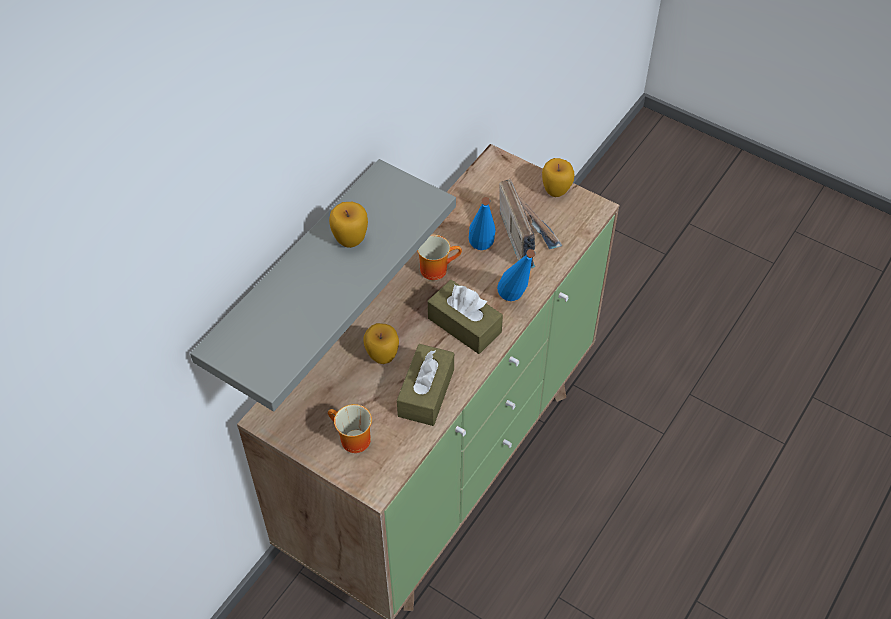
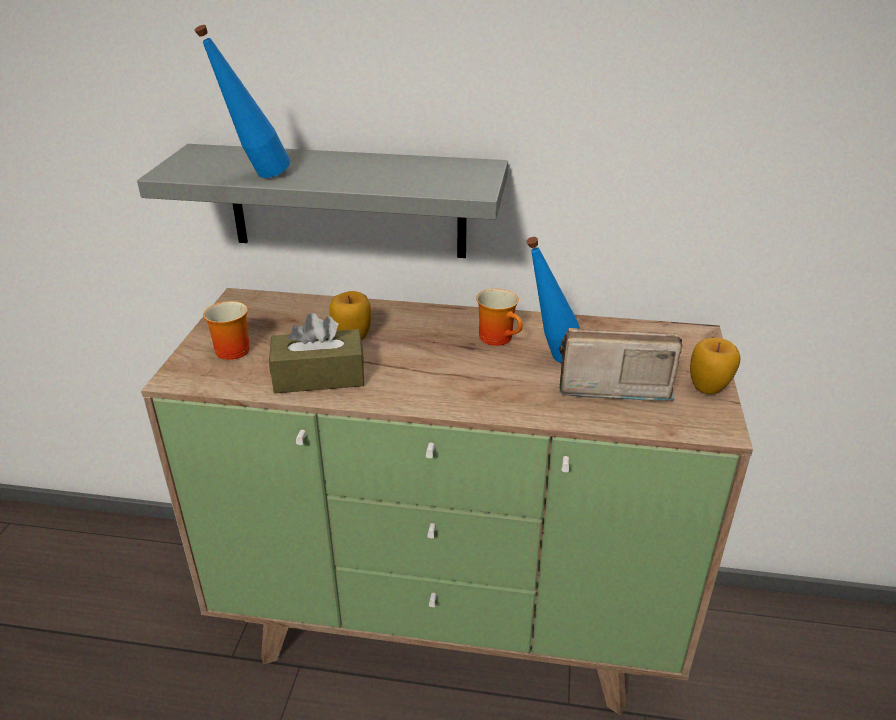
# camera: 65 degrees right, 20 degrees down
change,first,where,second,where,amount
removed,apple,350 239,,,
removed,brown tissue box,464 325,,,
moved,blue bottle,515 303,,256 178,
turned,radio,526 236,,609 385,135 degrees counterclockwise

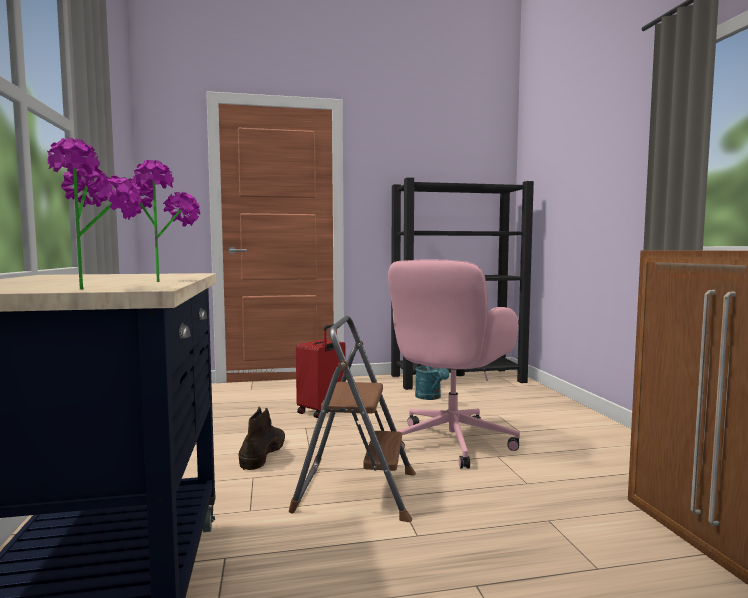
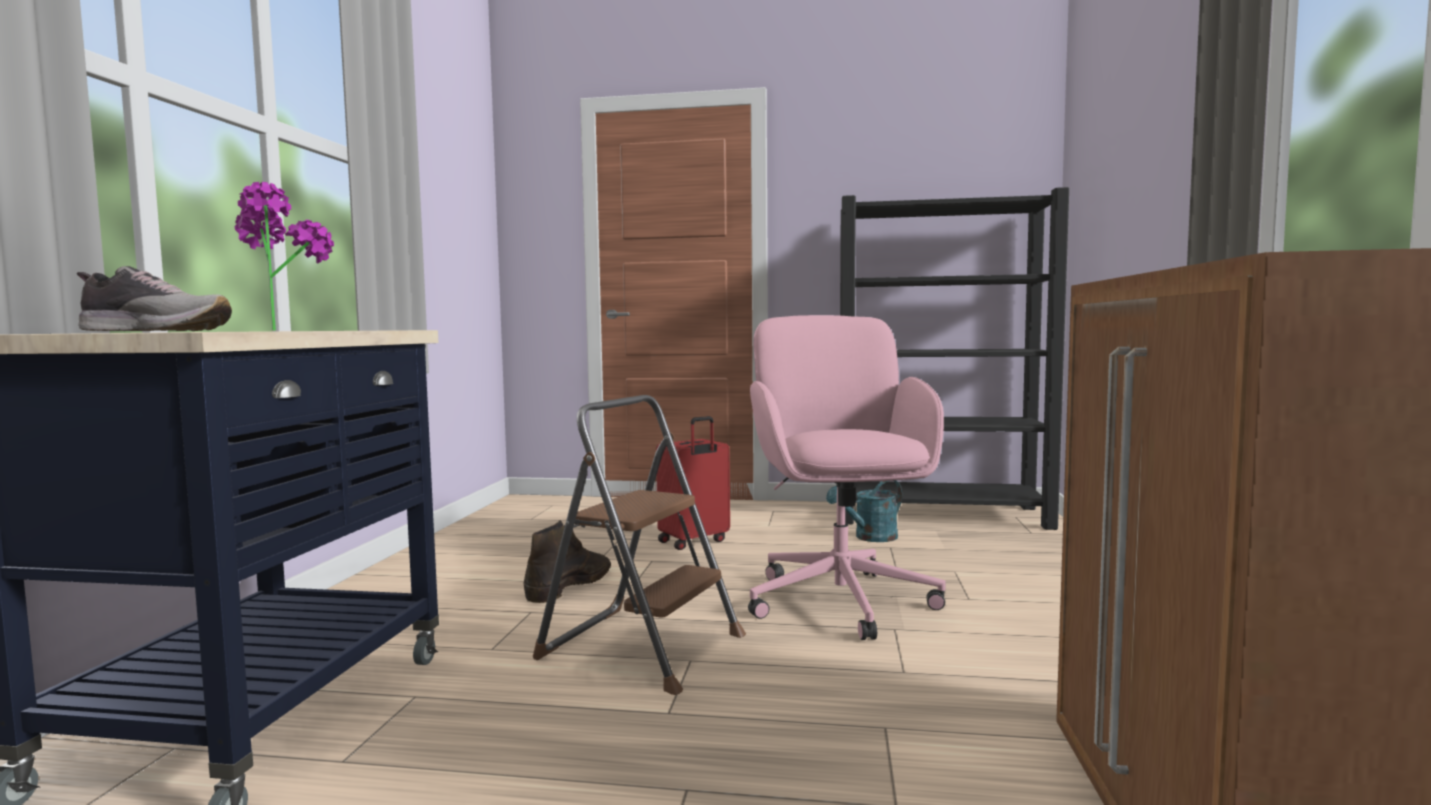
# camera: 20 degrees right, 0 degrees up
change,first,where,second,where,amount
replaced,potted plant,98 288,shoe,157 331,
turned,pink office chair,452 442,,841 601,120 degrees clockwise
turned,turquoise watering can,430 397,,870 538,60 degrees clockwise

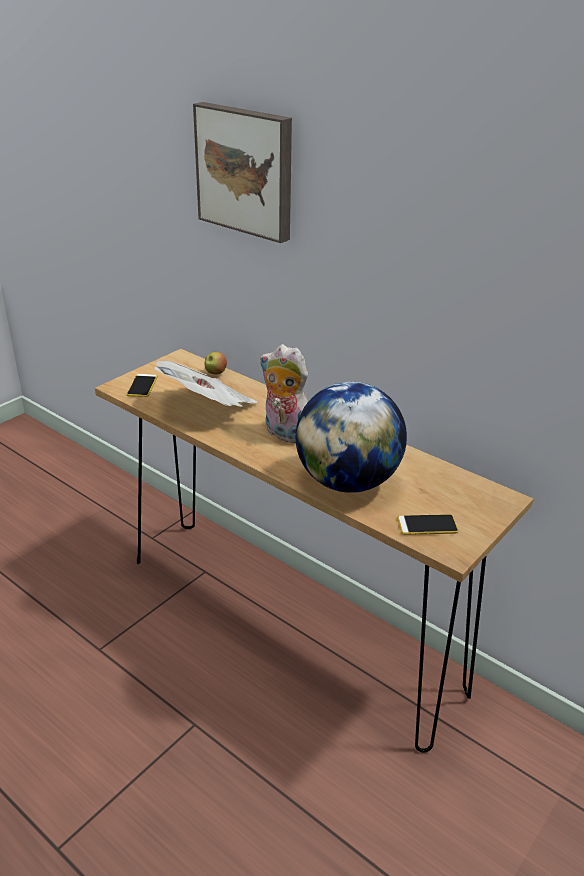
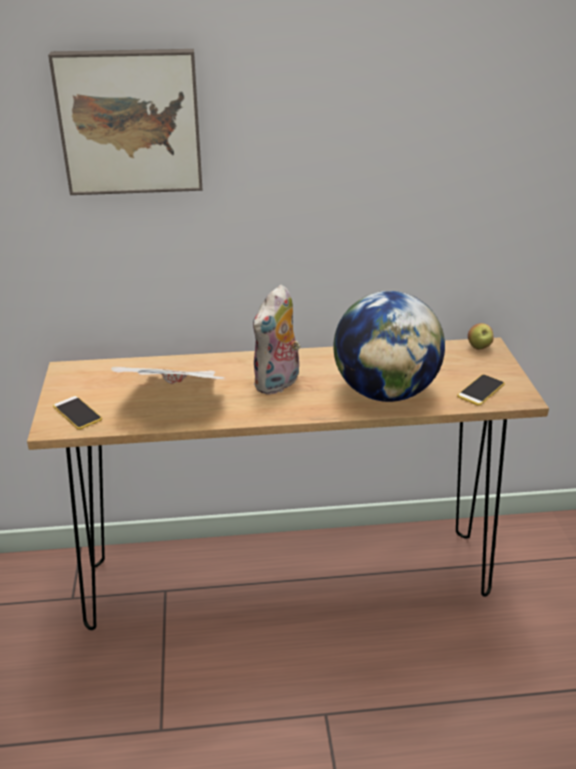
# camera: 45 degrees left, 0 degrees up
change,first,where,second,where,amount
moved,apple,215 373,,479 347,
turned,plush toy,284 433,,278 384,45 degrees counterclockwise

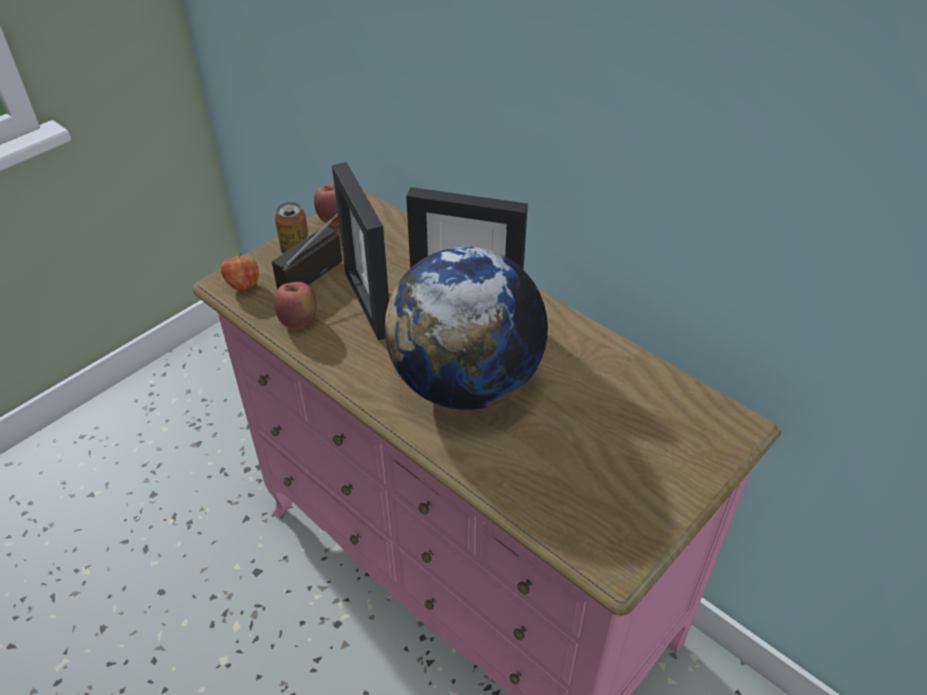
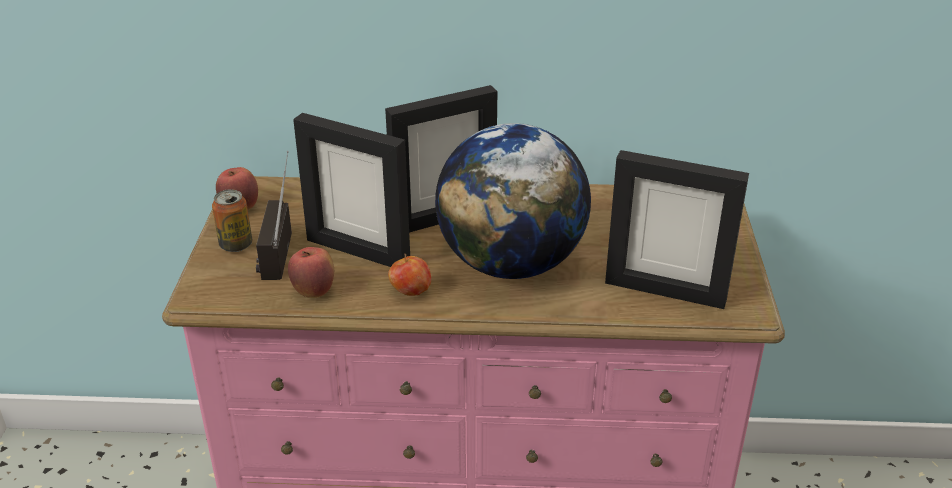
# camera: 40 degrees left, 10 degrees down
change,first,where,second,where,amount
moved,apple,243 286,,410 292,
added,,,picture frame,665 290,

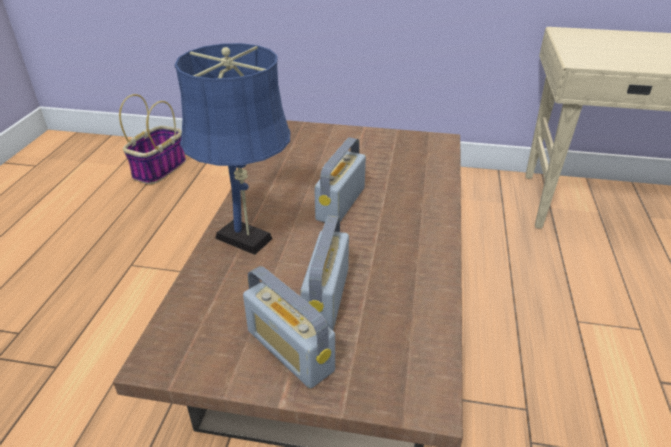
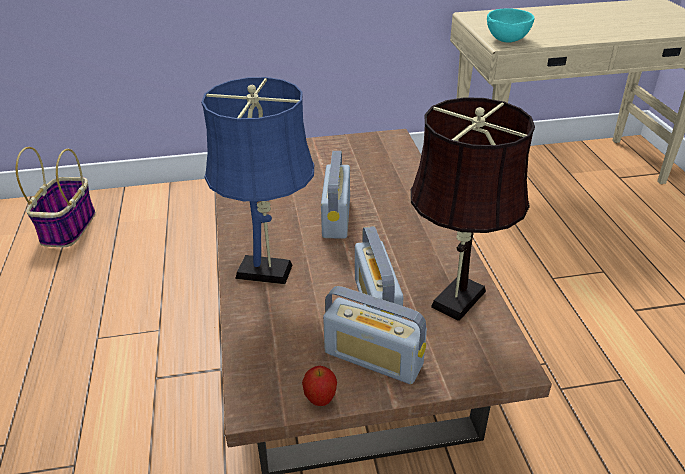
# camera: 20 degrees left, 0 degrees up
change,first,where,second,where,amount
added,,,apple,320 400,
added,,,brown table lamp,455 302,
added,,,turquoise bowl,506 40,

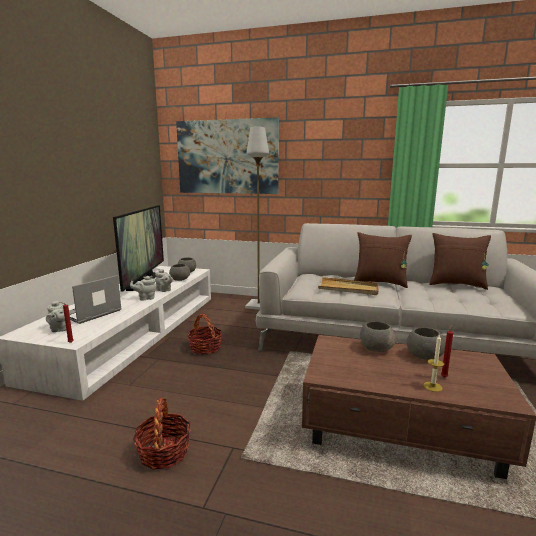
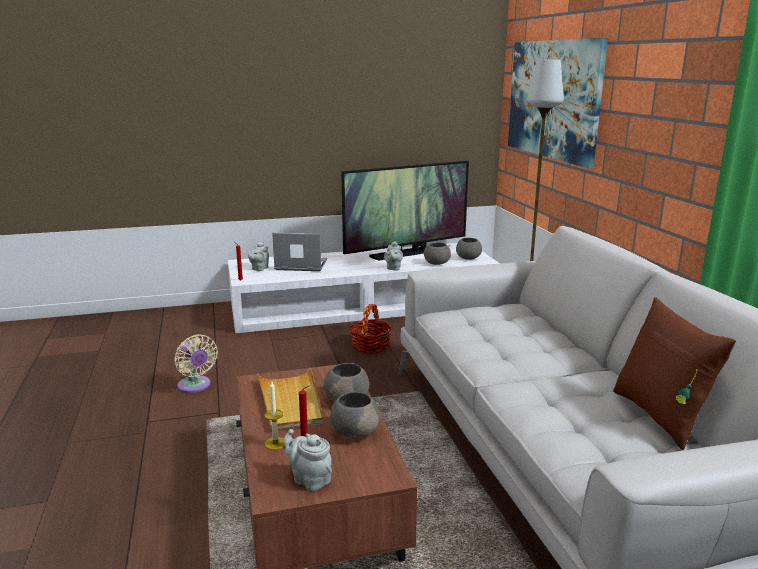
# camera: 60 degrees right, 5 degrees up
change,first,where,second,where,amount
moved,grey teapot,145 298,,309 479,
replaced,basket,164 452,beige fan,195 386,
moved,beige tray,348 288,,291 402,
removed,brown pillow,380 283,,,

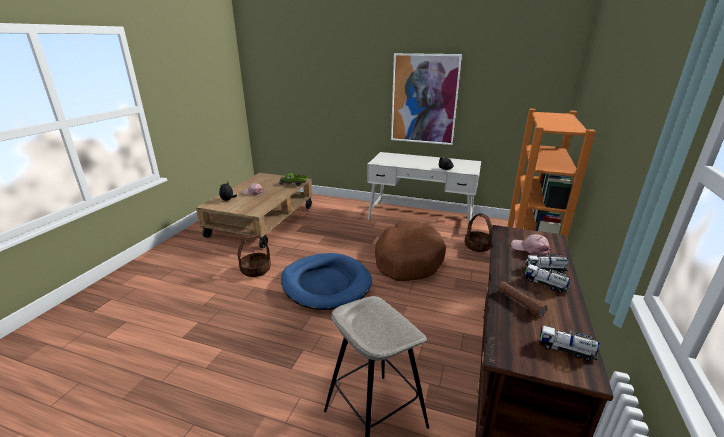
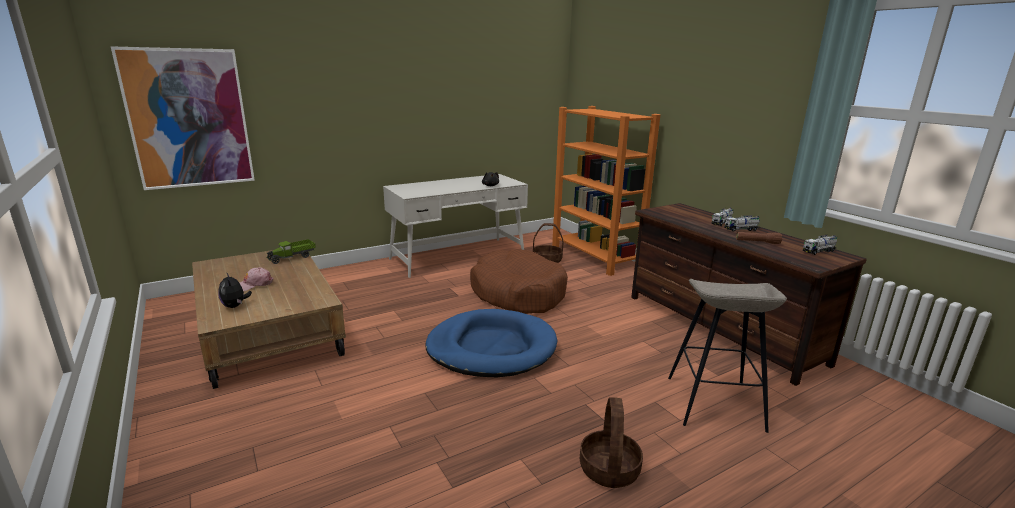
# camera: 50 degrees left, 5 degrees down
change,first,where,second,where,amount
moved,basket,256 270,,608 469,
moved,picture,424 99,,189 119,
removed,pink cap,530 249,,,

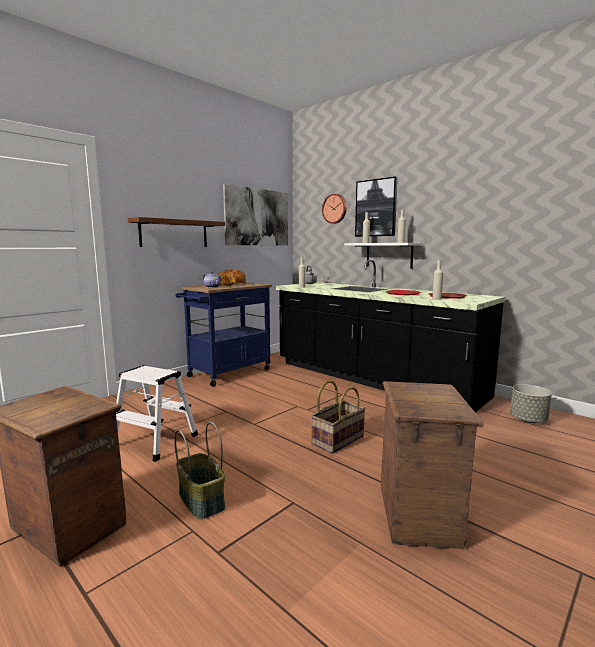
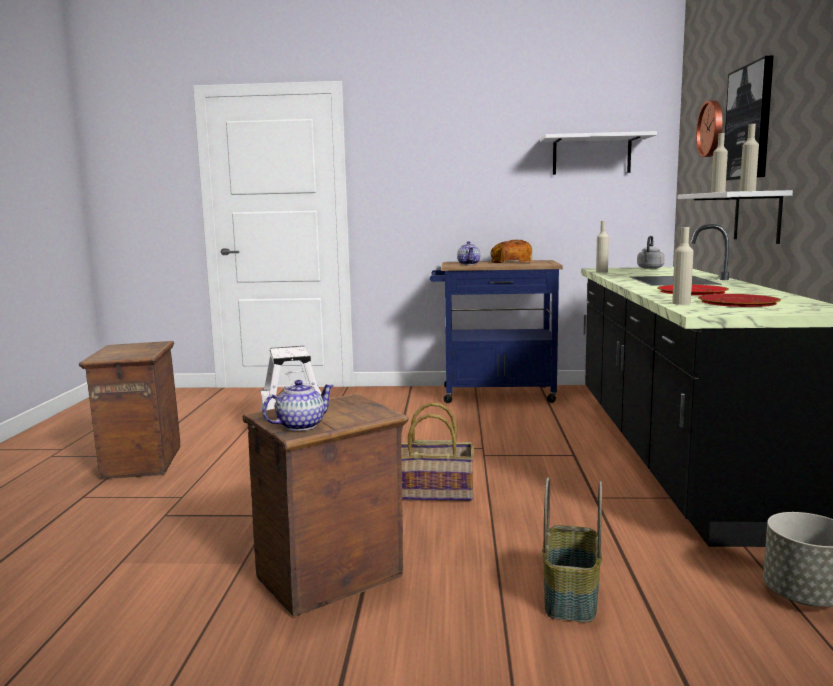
# camera: 50 degrees right, 0 degrees up
change,first,where,second,where,amount
removed,brown shelf,174 233,,,
moved,basket,202 500,,572 597,
replaced,picture,257 217,white shelf,591 155,
added,,,teapot,300 426,

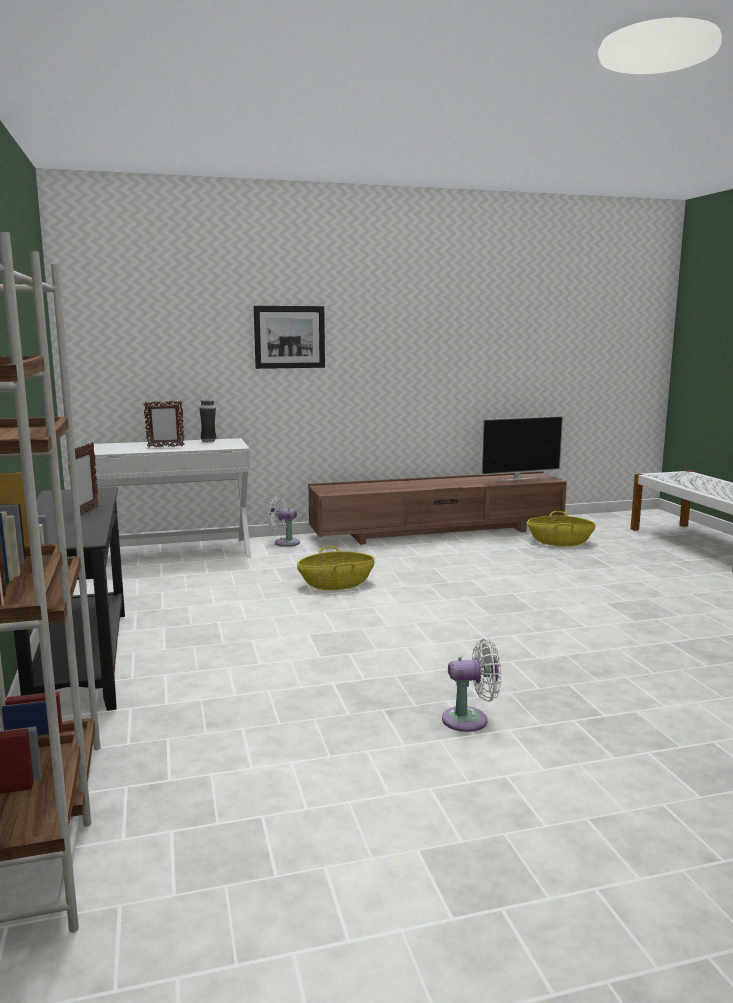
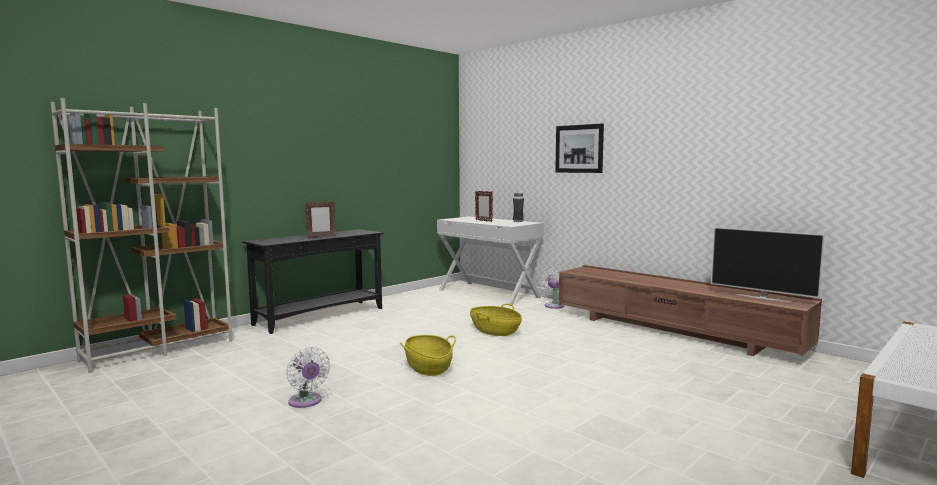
# camera: 60 degrees right, 5 degrees down
change,first,where,second,where,amount
moved,basket,560 542,,428 367,

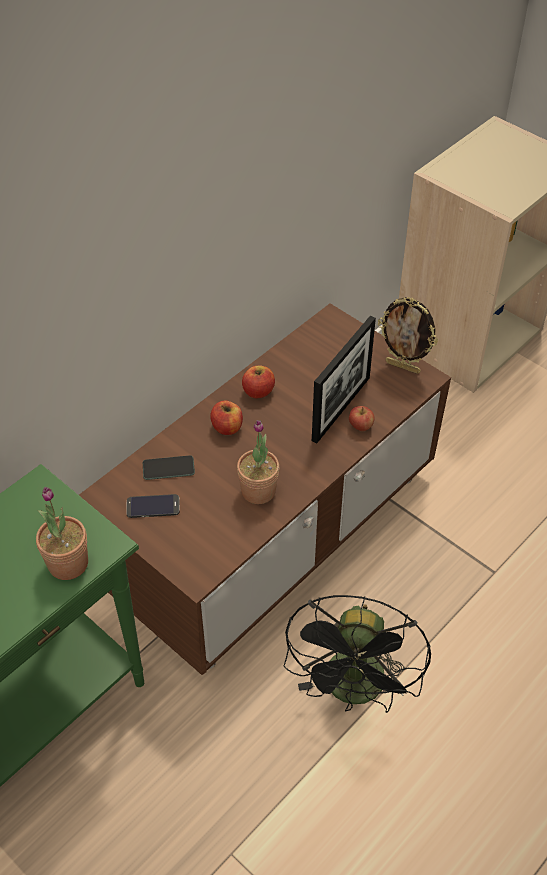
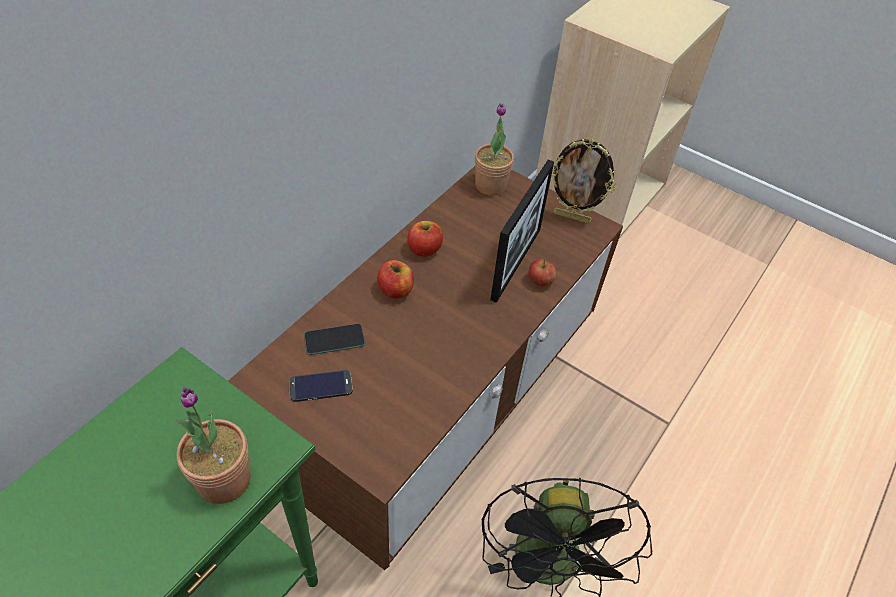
# camera: 10 degrees left, 0 degrees up
change,first,where,second,where,amount
moved,potted plant,258 491,,490 185,

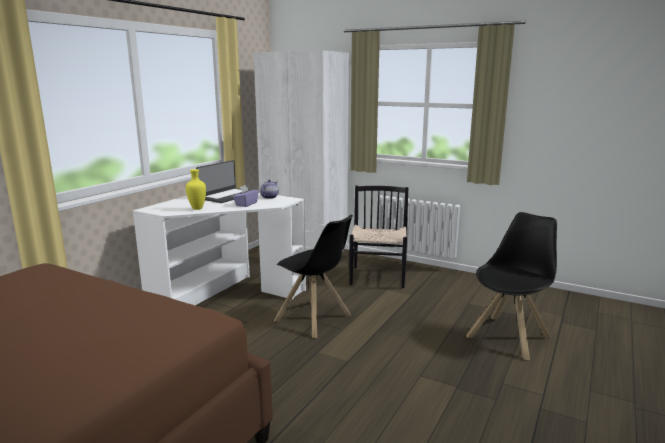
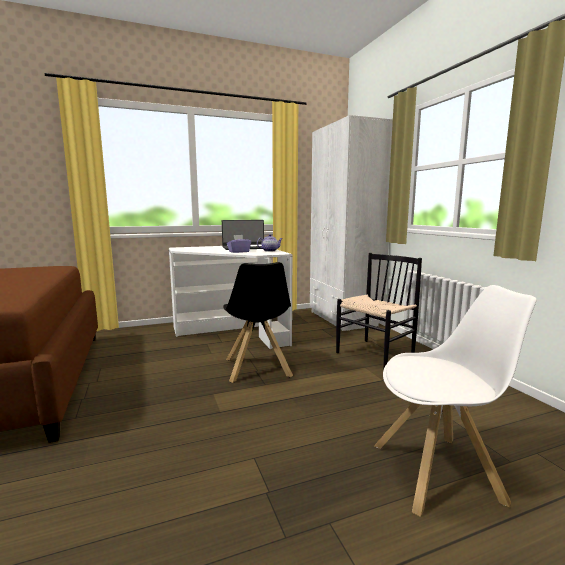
# camera: 40 degrees right, 5 degrees down
change,first,where,second,where,amount
removed,yellow vase,196 209,,,
recoloured,black chair,509 336,white chair,439 472,

